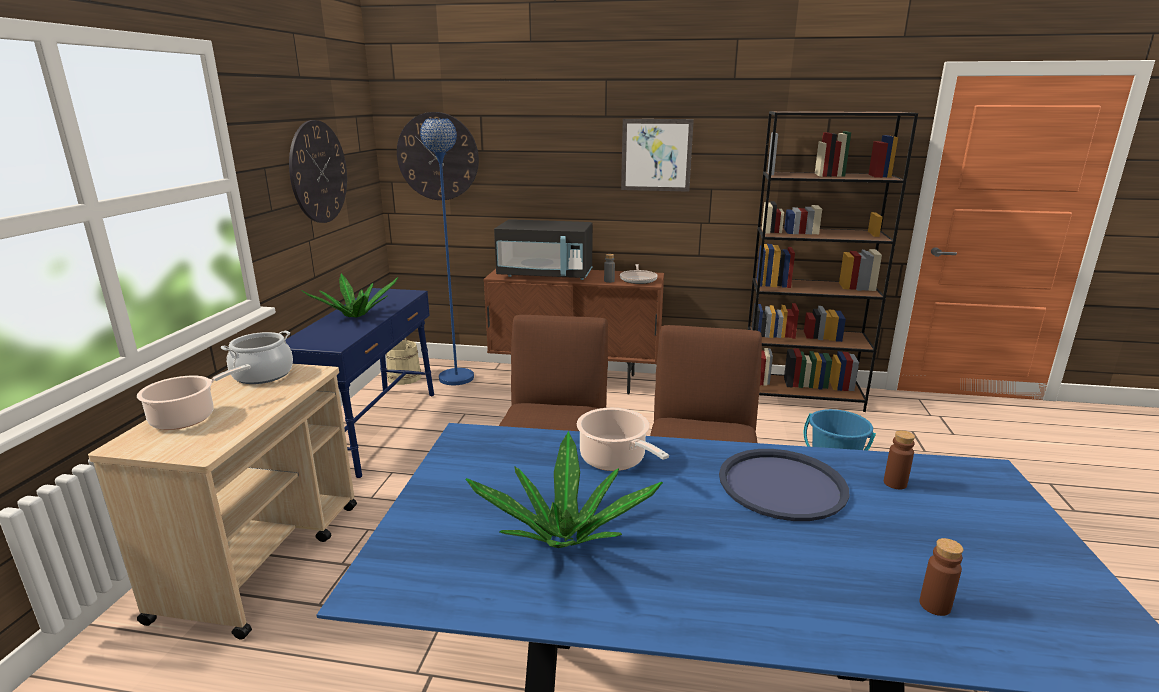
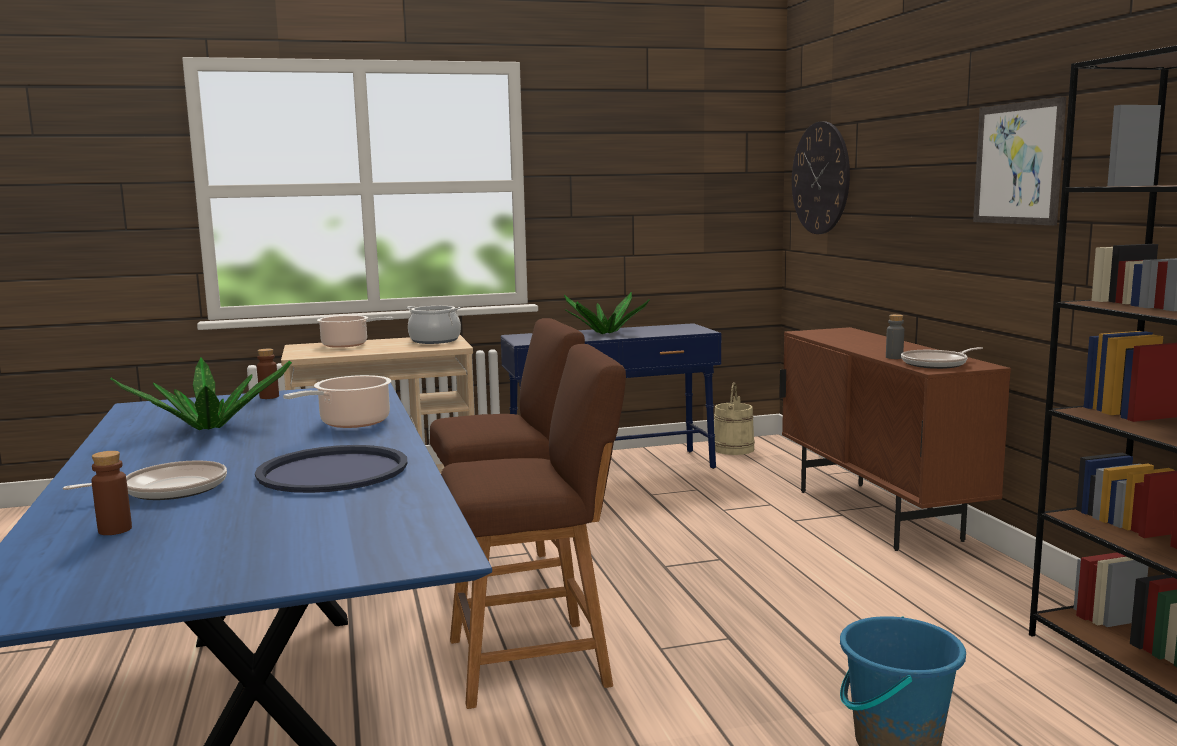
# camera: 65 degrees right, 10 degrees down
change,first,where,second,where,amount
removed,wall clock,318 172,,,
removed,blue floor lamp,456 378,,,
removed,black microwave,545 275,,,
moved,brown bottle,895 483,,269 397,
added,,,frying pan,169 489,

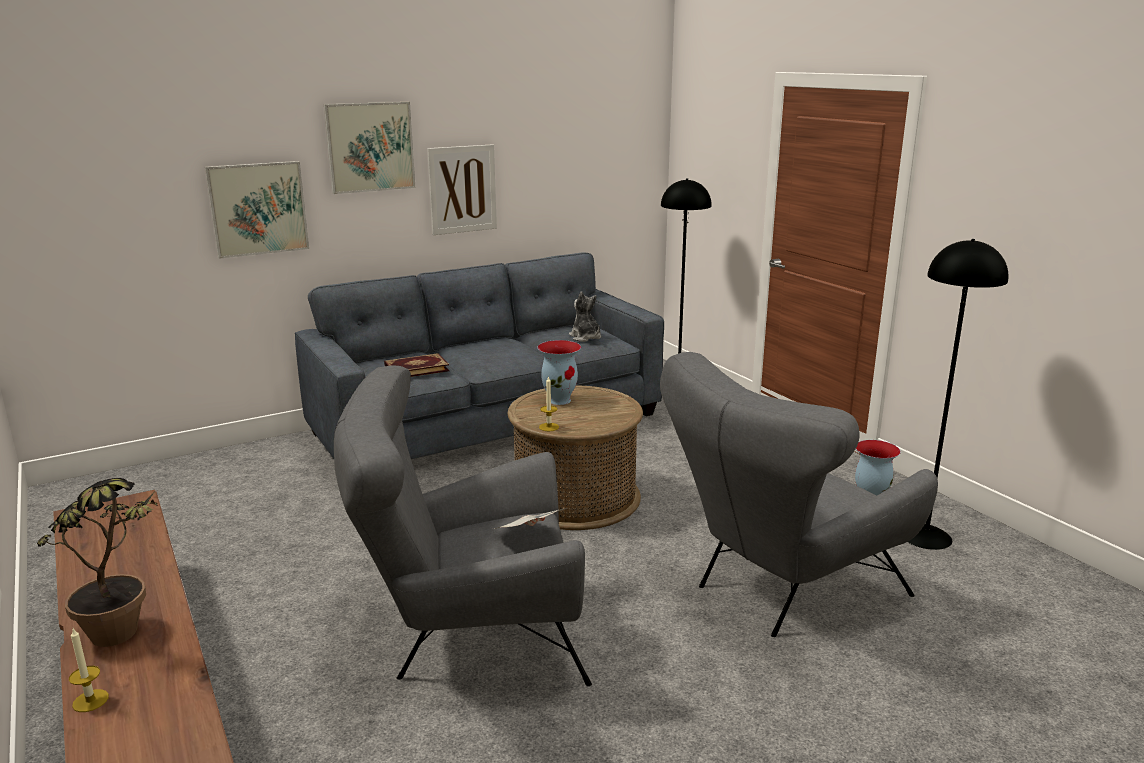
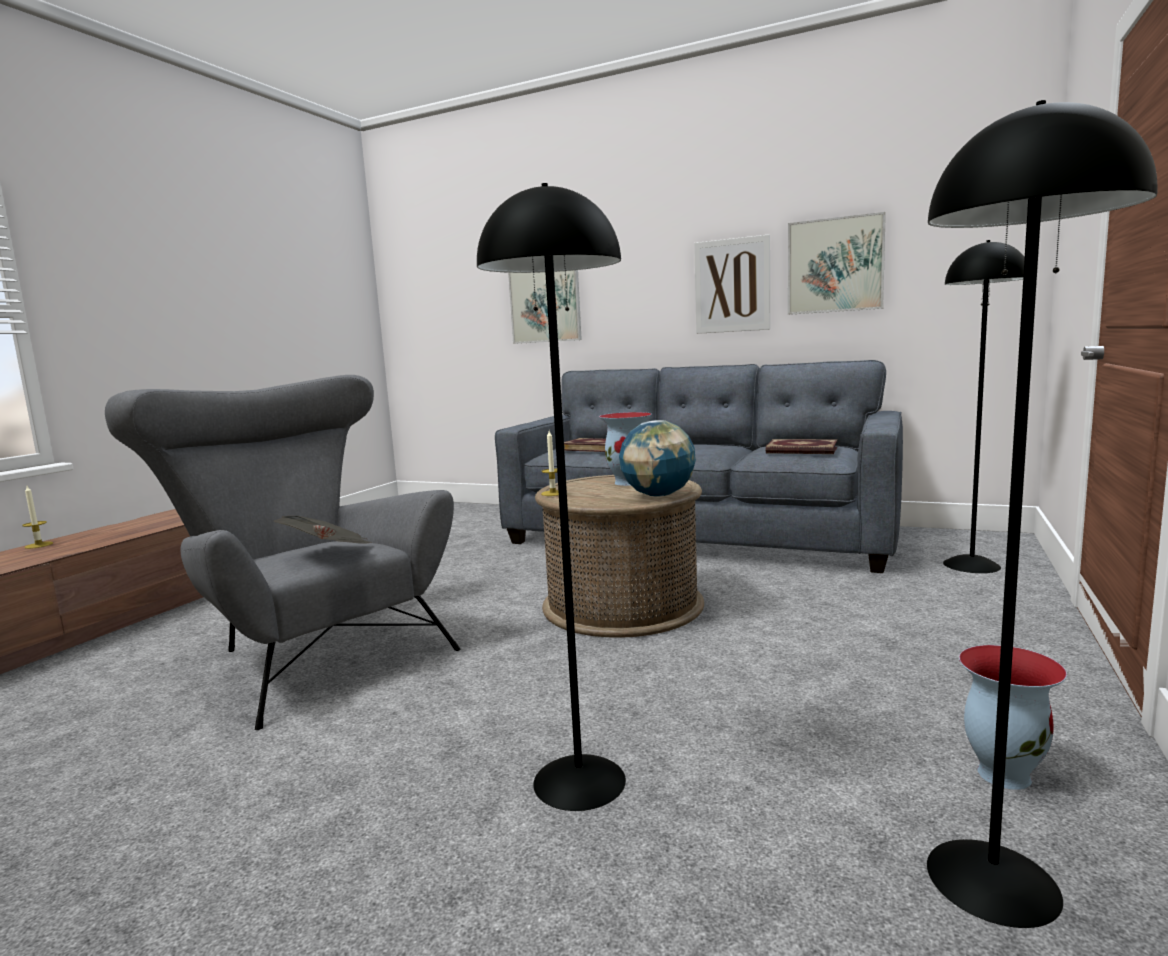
# camera: 55 degrees right, 10 degrees down
change,first,where,second,where,amount
removed,potted plant,126 638,,,
moved,picture,370 147,,835 265,
replaced,plush toy,585 337,book,801 450,
replaced,grey armchair,779 590,black floor lamp,579 780,
added,,,globe,658 495,

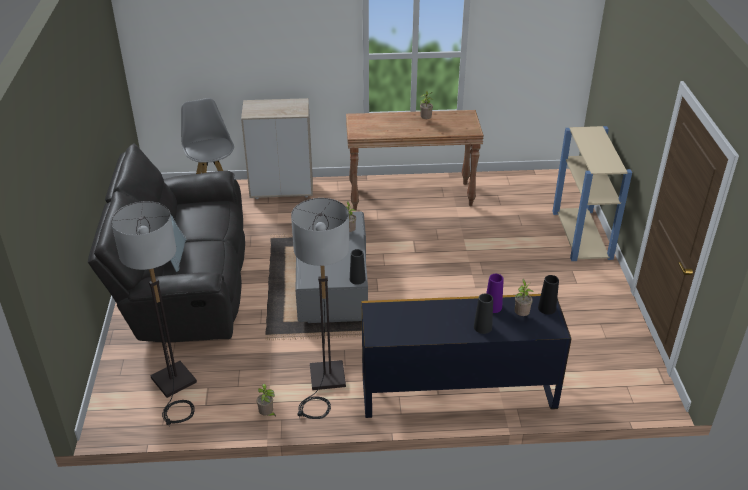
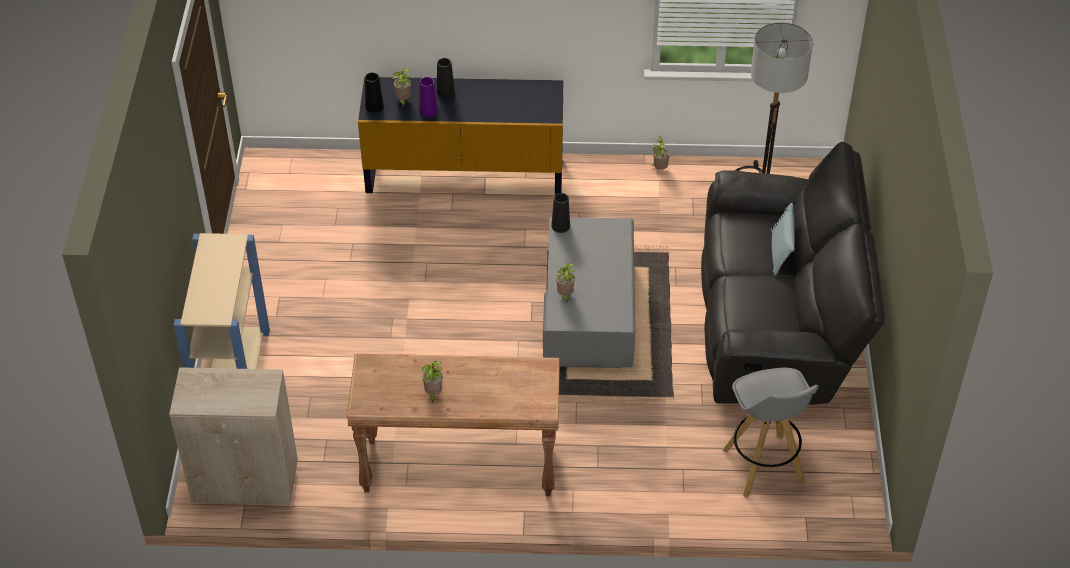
# camera: 175 degrees left, 10 degrees up
change,first,where,second,where,amount
moved,beige cabinet,282 191,,244 486,
removed,floor lamp,323 386,,,

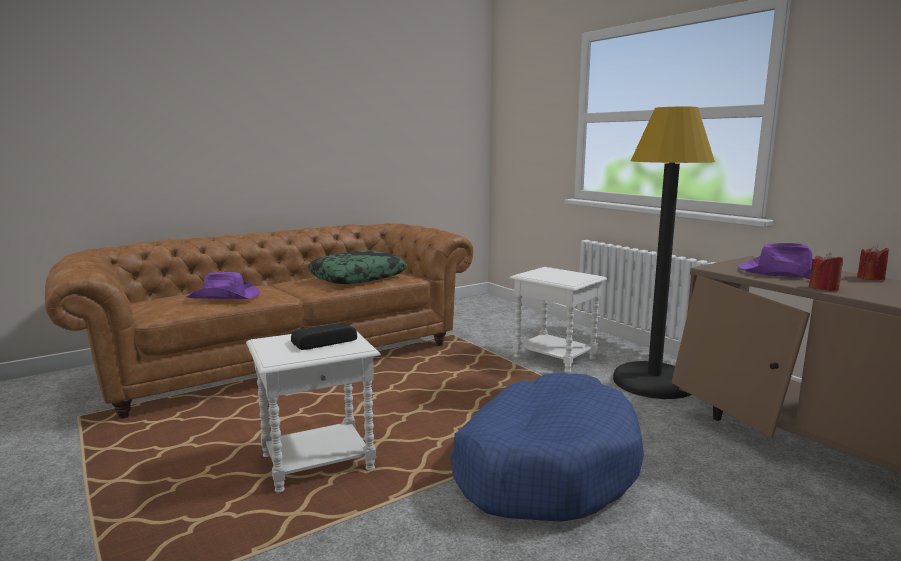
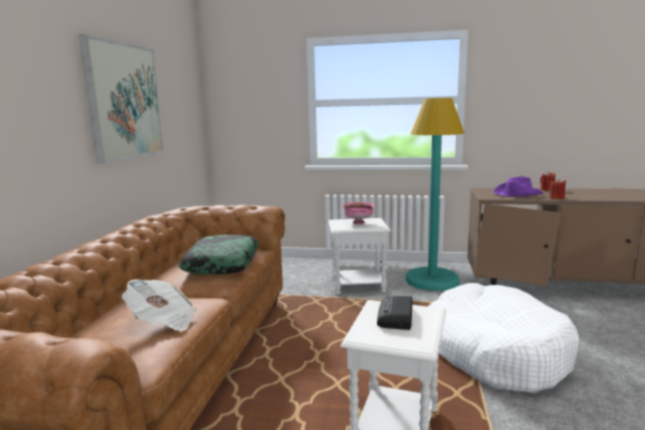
# camera: 45 degrees left, 0 degrees up
change,first,where,second,where,amount
replaced,purple hat,224 296,newspaper,163 321,
recoloured,blue dog bed,545 467,white dog bed,495 351,
recoloured,black floor lamp,654 382,turquoise floor lamp,432 280,
added,,,picture,125 101,
added,,,pink bowl,359 223,

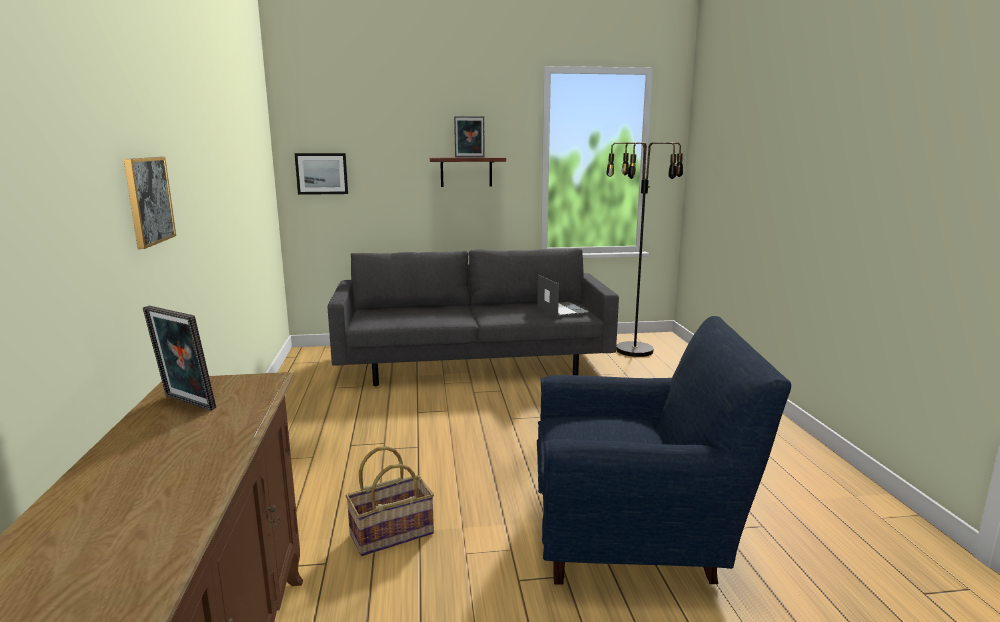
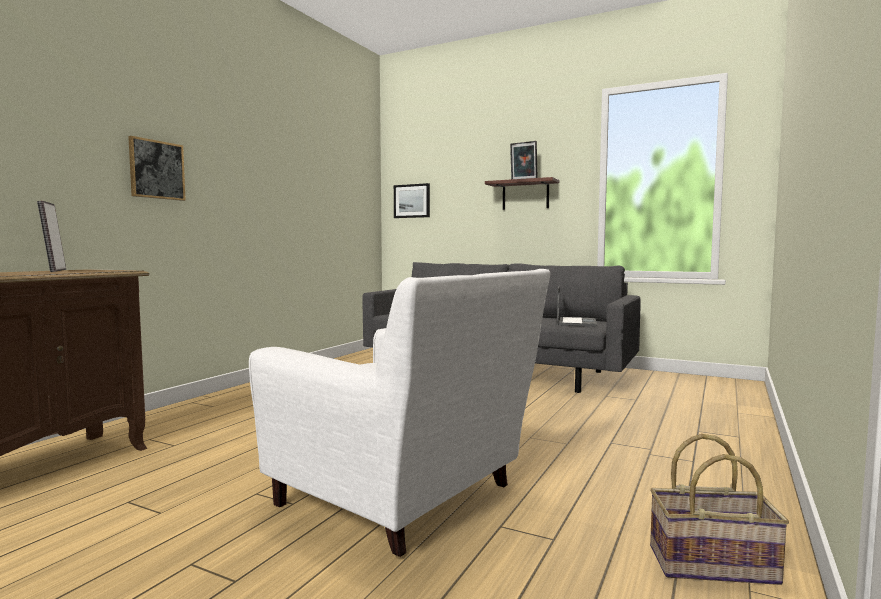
# camera: 35 degrees right, 10 degrees down
change,first,where,second,where,amount
moved,basket,391 533,,712 563,
recoloured,blue armchair,633 535,white armchair,402 500,
removed,floor lamp,634 351,,,

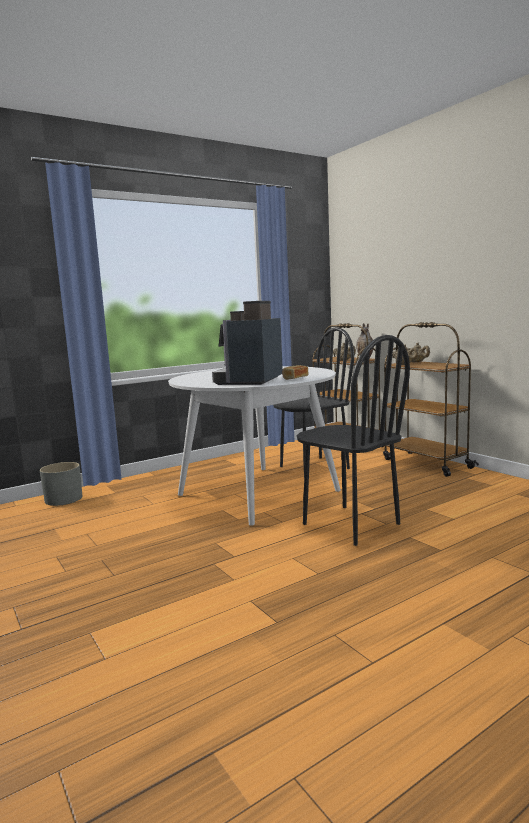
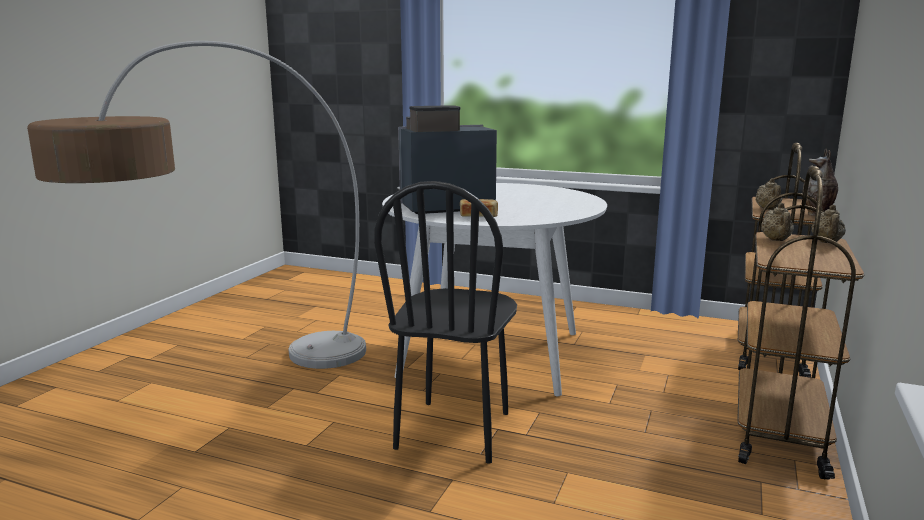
# camera: 55 degrees right, 5 degrees up
change,first,where,second,where,amount
removed,grey planter,63 499,,,
removed,black chair,314 467,,,
added,,,floor lamp,226 383,

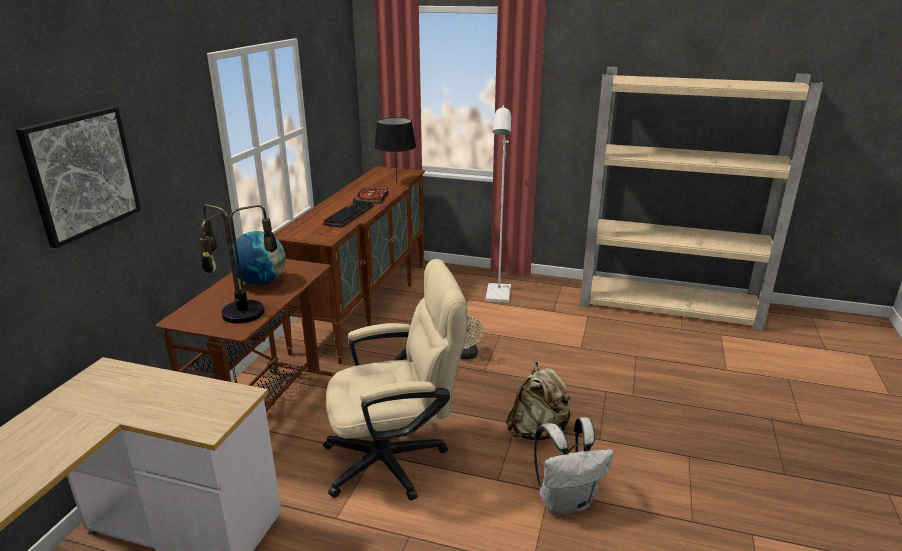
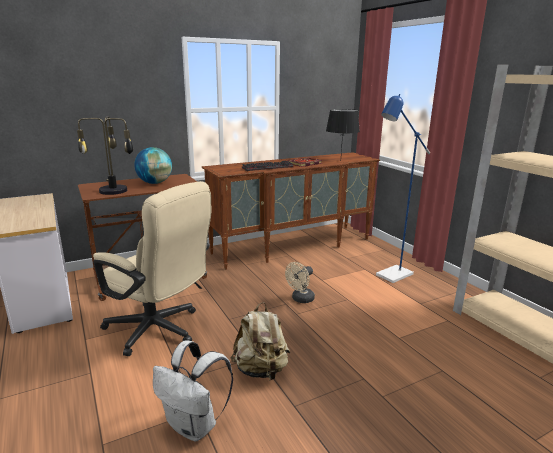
# camera: 45 degrees right, 5 degrees down
change,first,where,second,where,amount
removed,picture,82 174,,,
recoloured,white floor lamp,498 297,blue floor lamp,390 276,

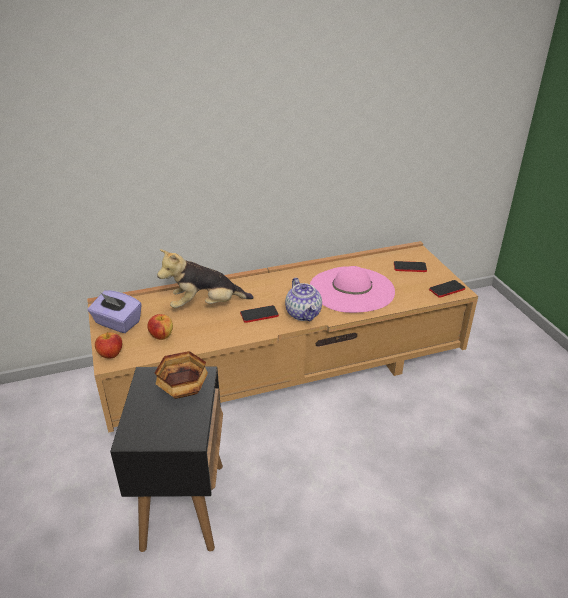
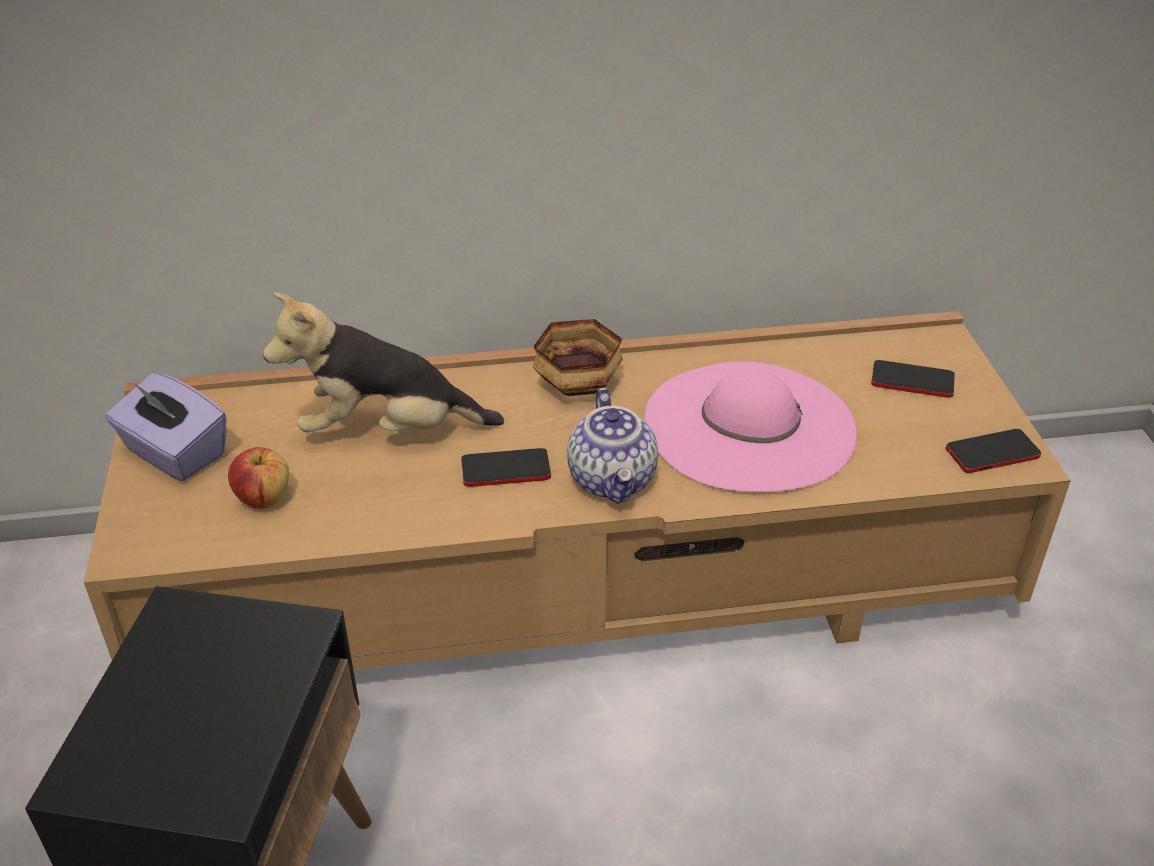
# camera: 10 degrees right, 5 degrees up
change,first,where,second,where,amount
removed,apple,111 354,,,
moved,bowl,182 391,,576 387,

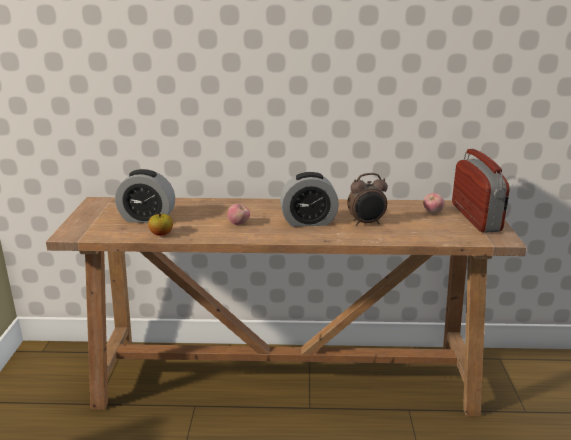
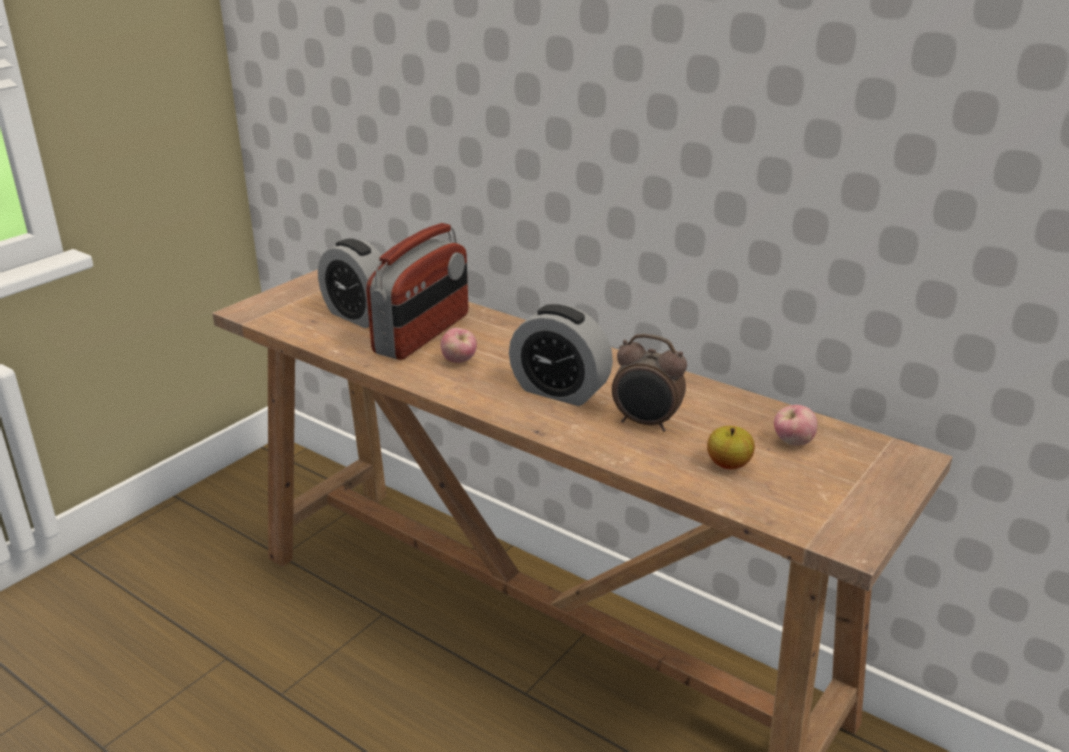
# camera: 35 degrees right, 5 degrees up
change,first,where,second,where,amount
moved,apple,161 234,,728 464,
moved,radio,476 217,,423 334,

